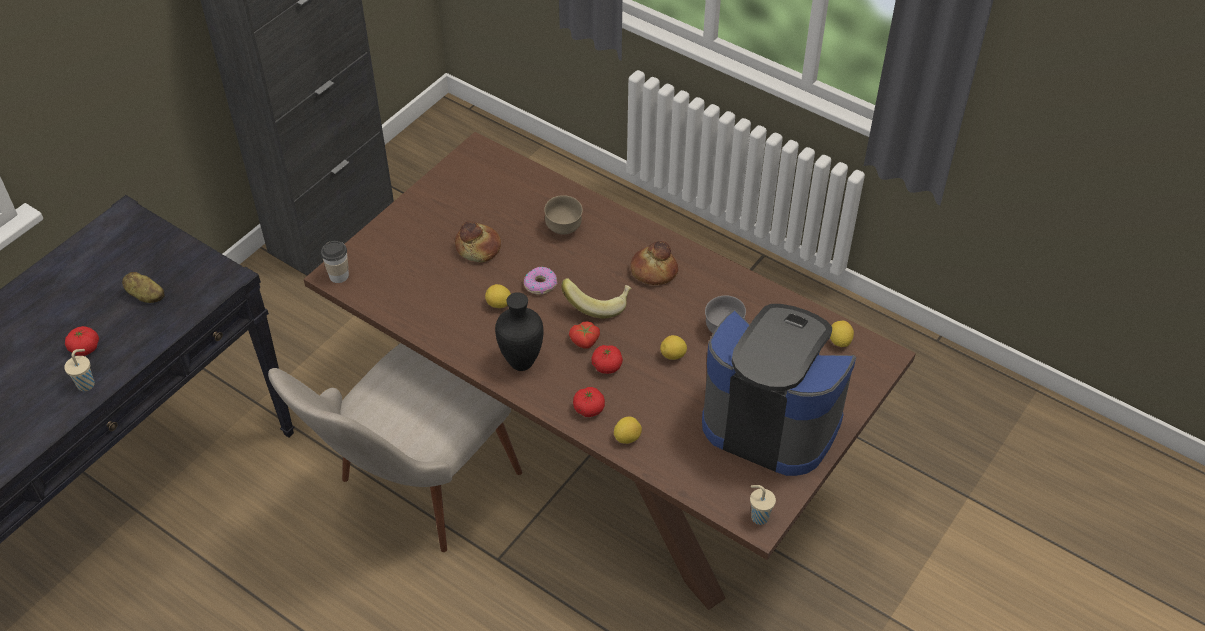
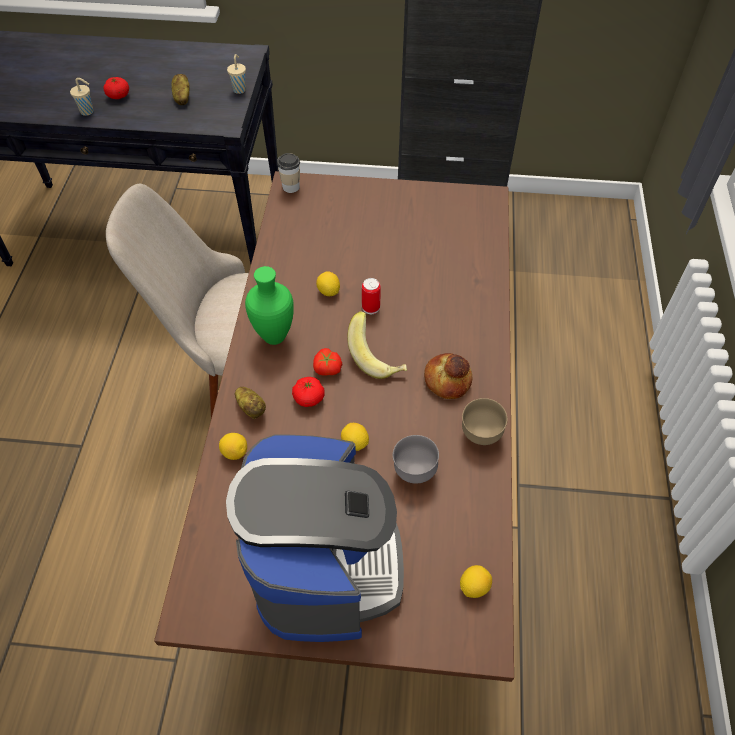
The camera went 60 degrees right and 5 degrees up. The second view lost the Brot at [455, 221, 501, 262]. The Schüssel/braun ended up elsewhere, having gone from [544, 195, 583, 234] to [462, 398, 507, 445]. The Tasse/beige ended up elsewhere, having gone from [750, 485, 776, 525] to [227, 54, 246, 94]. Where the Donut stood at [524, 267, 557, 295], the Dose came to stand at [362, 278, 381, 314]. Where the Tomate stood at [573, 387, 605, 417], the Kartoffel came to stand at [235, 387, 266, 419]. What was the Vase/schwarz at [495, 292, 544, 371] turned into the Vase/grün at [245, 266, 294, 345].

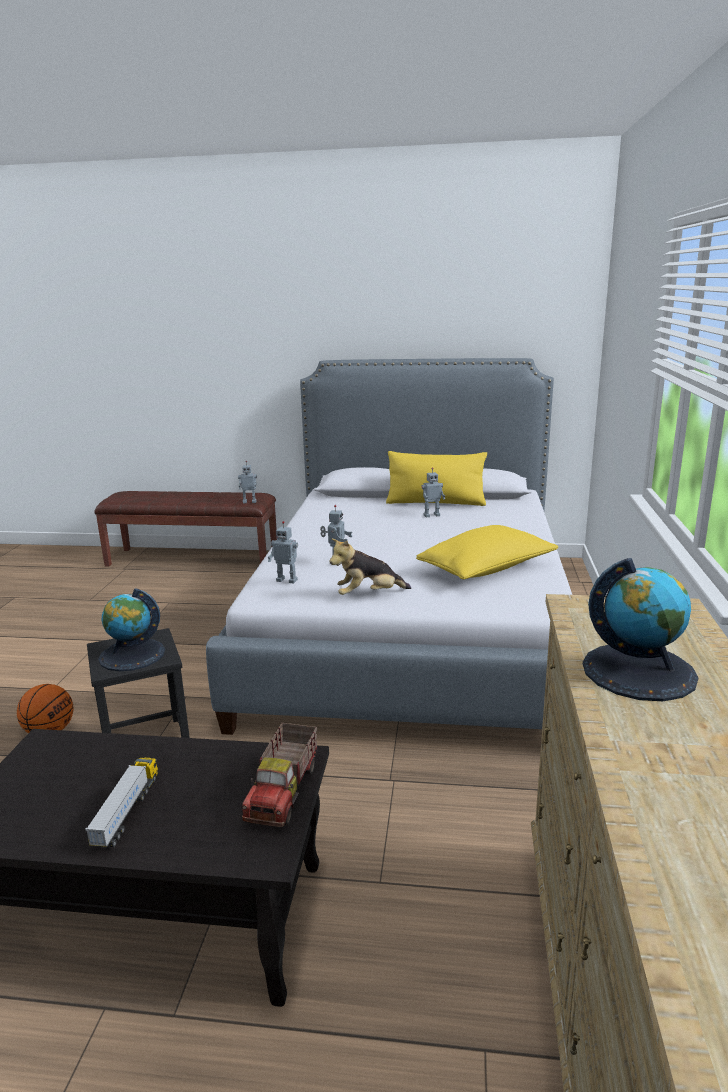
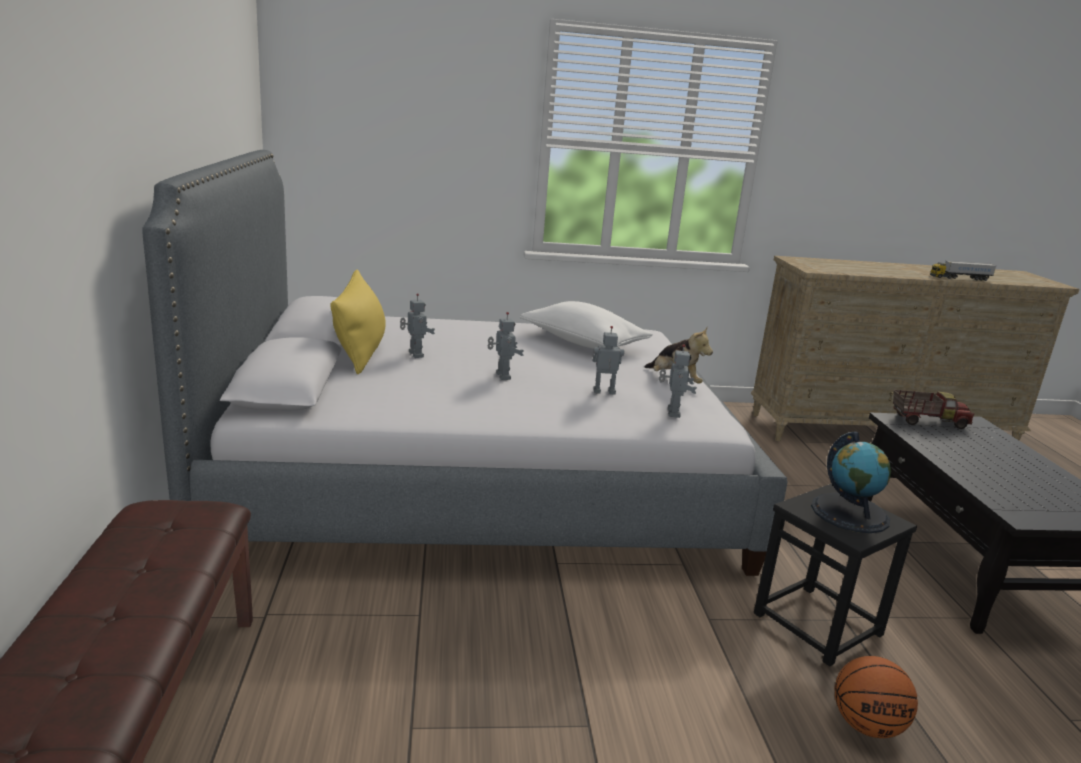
The camera went 105 degrees left and 0 degrees up. The second view lost the Globus at [583, 558, 699, 701]. The Spielzeuglaster ended up elsewhere, having gone from [85, 758, 158, 848] to [930, 261, 996, 281]. The Spielzeugroboter ended up elsewhere, having gone from [238, 461, 257, 503] to [488, 312, 524, 380]. What was the Kissen/gelb at [416, 525, 558, 579] turned into the Kissen/weiß at [520, 301, 653, 349].

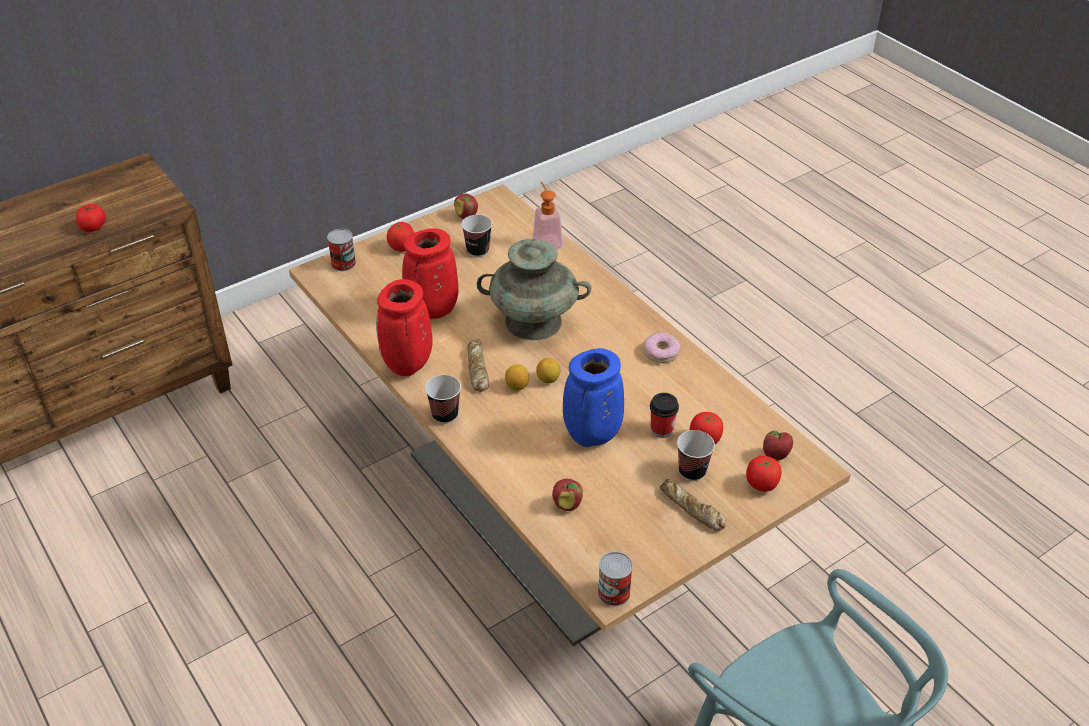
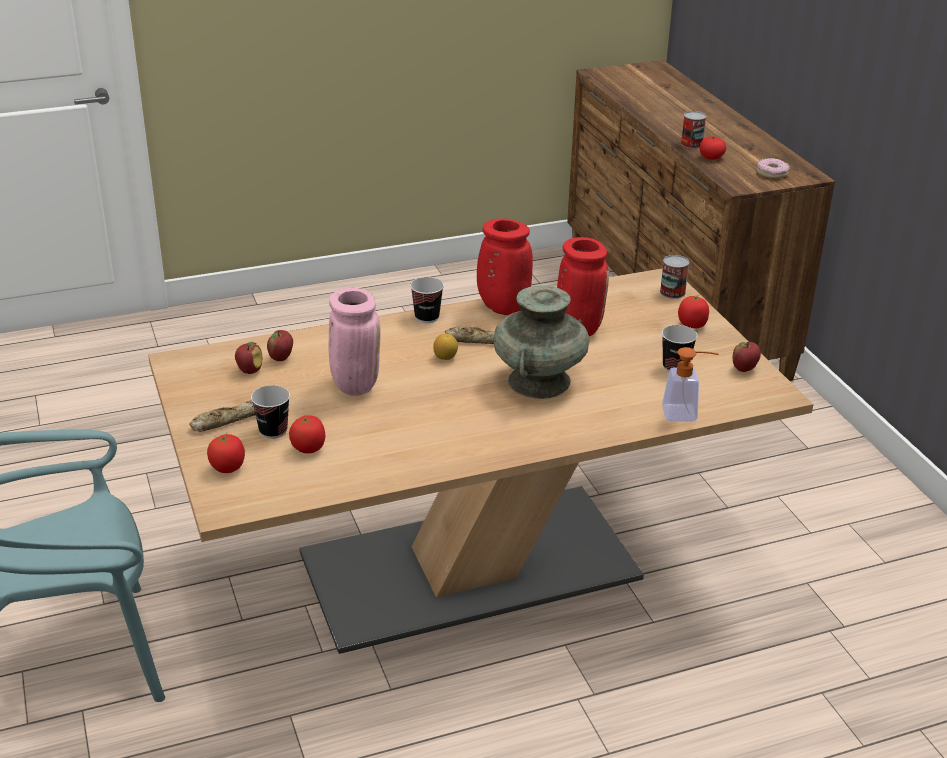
The camera went 105 degrees right and 10 degrees down. The second view lost the Zitrone at [536, 358, 561, 384]. The second view lost the Tasse at [650, 393, 679, 438]. The Dose ended up elsewhere, having gone from [598, 552, 633, 606] to [681, 111, 706, 149]. The Donut ended up elsewhere, having gone from [644, 332, 680, 363] to [757, 158, 790, 179]. The Apfel ended up elsewhere, having gone from [763, 431, 793, 460] to [235, 341, 262, 374]. What was the Vase/blau at [563, 348, 624, 447] turned into the Vase/rosa at [329, 288, 381, 396].

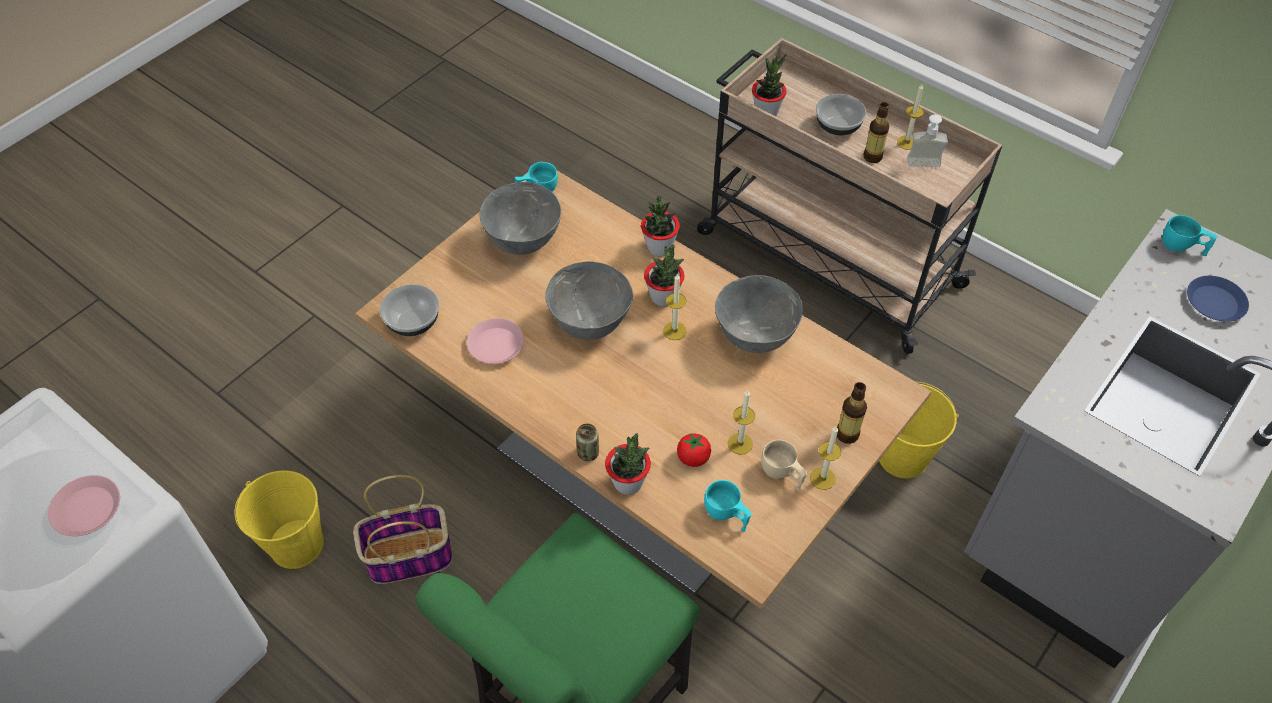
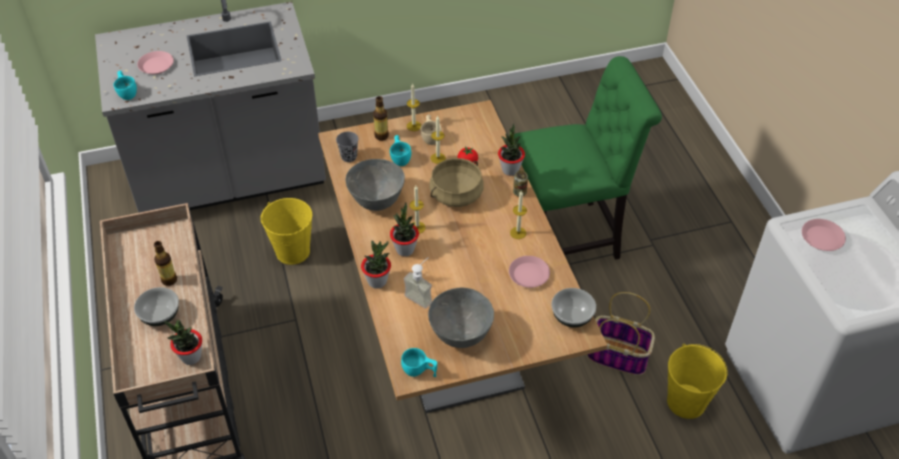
The camera went 145 degrees left and 5 degrees down. The second view lost the Schüssel/grau at [545, 261, 633, 340]. The second view gained the Tasse/grau at [336, 132, 359, 162]. The second view gained the Kochtopf/beige at [429, 158, 484, 207]. The Tasse/türkis ended up elsewhere, having gone from [704, 480, 751, 532] to [390, 135, 411, 166]. The Kerze ended up elsewhere, having gone from [897, 84, 924, 150] to [510, 190, 527, 239]. The Seifenspender ended up elsewhere, having gone from [907, 115, 948, 167] to [404, 257, 432, 309]. What was the Teller/blau at [1187, 276, 1249, 322] turned into the Teller/rosa at [137, 51, 174, 74].

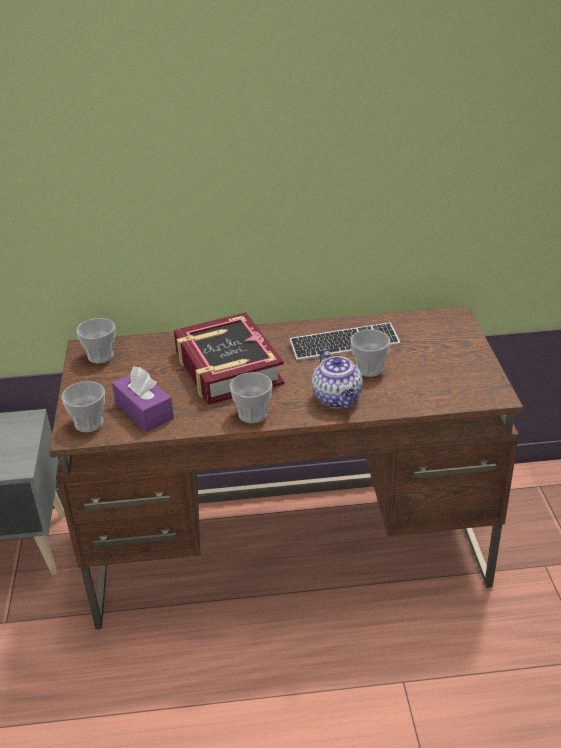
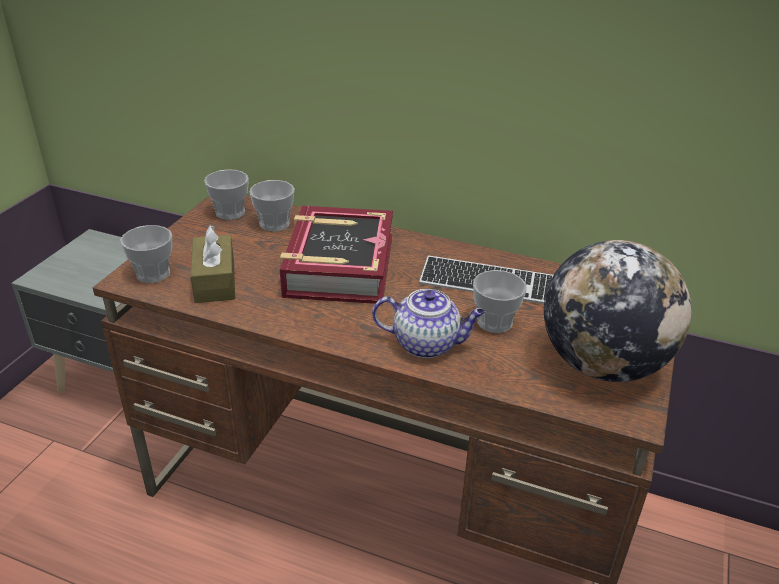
The camera went 25 degrees right and 0 degrees up. The second view gained the Globus at [544, 240, 691, 382]. The Tasse ended up elsewhere, having gone from [230, 372, 272, 423] to [250, 180, 295, 232]. What was the Taschentuchbox/lila at [112, 366, 174, 432] turned into the Taschentuchbox/braun at [190, 225, 235, 303]. The Teekanne at [312, 349, 363, 408] ended up facing another way, 90 degrees counterclockwise from before.

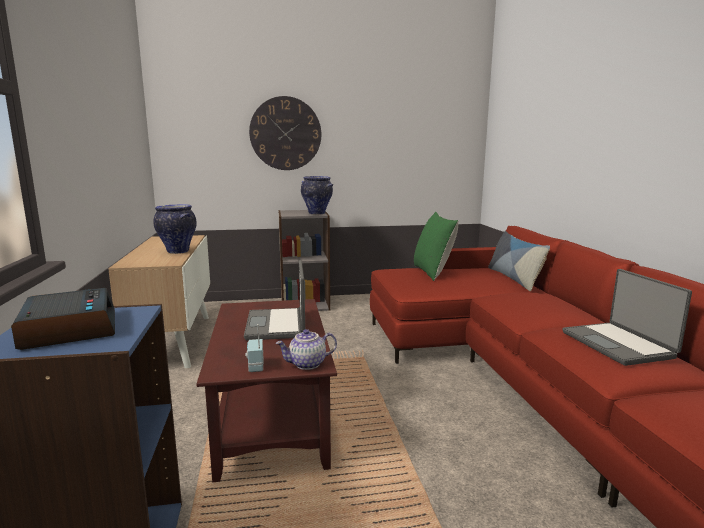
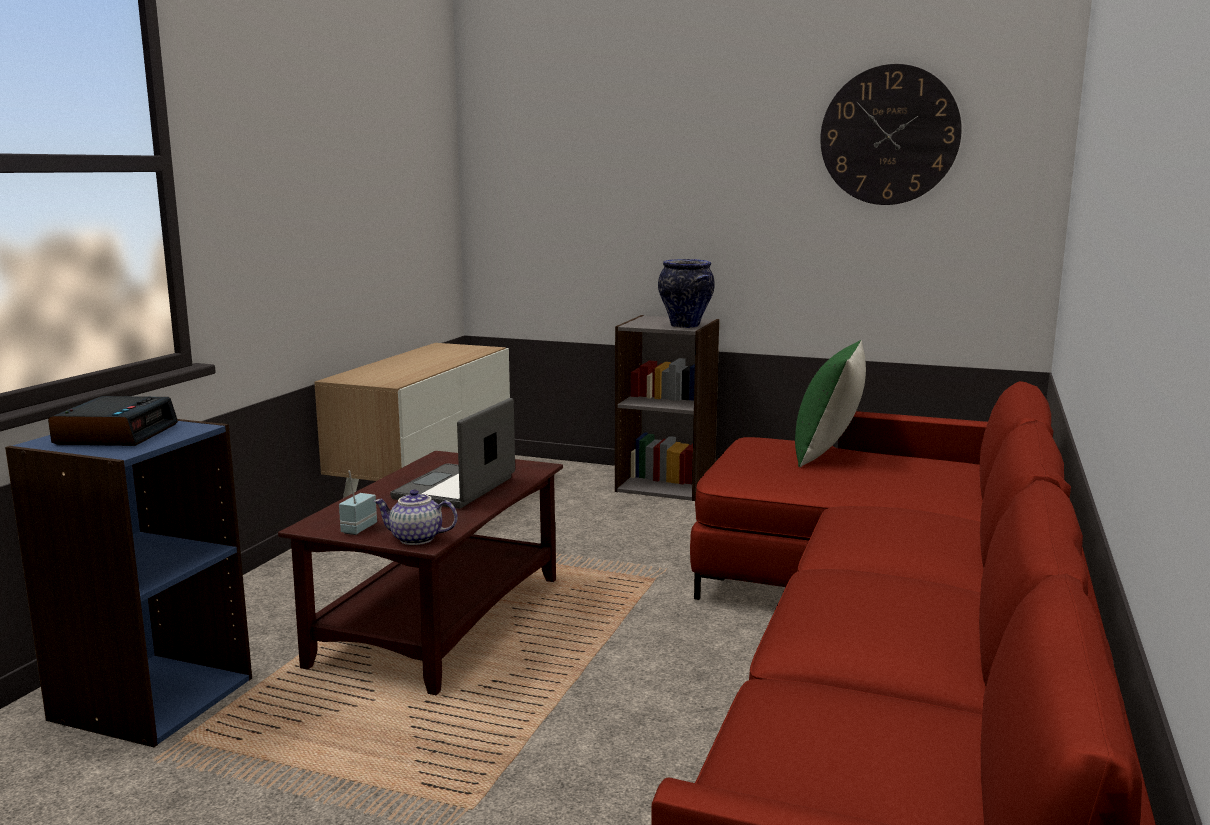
The camera went 30 degrees right and 0 degrees up. The second view lost the Vase at [153, 204, 197, 254]. The second view lost the Kissen at [488, 231, 550, 291]. The second view lost the Laptop at [562, 269, 692, 366]. The Wanduhr ended up elsewhere, having gone from [249, 96, 321, 170] to [820, 64, 962, 205].

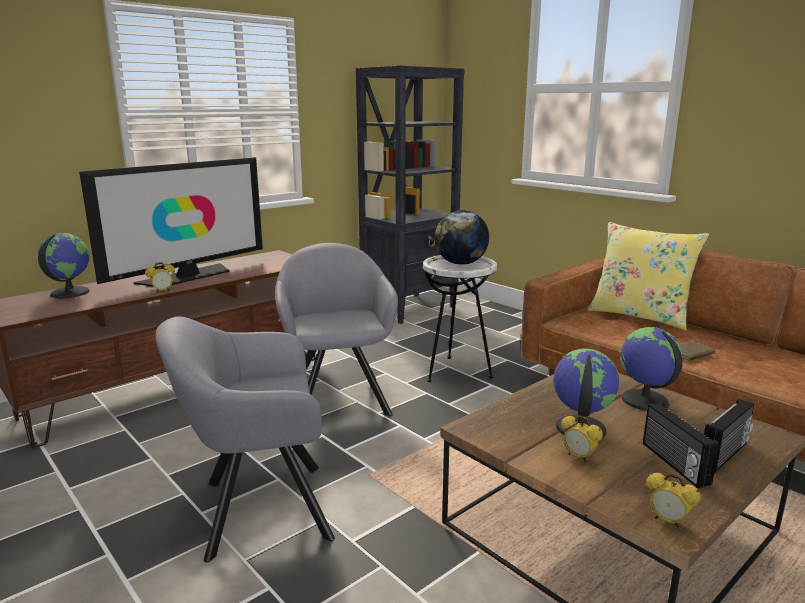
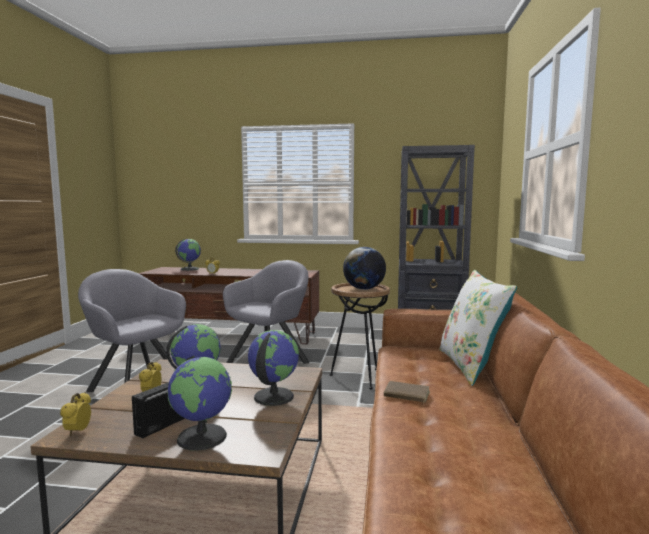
The camera went 50 degrees right and 10 degrees down. The second view lost the Fernseher at [79, 157, 263, 286]. Where the Radio stood at [704, 399, 755, 473], the Globus came to stand at [167, 356, 232, 451]. What was the Beistelltisch/weiß at [423, 255, 497, 382] turned into the Beistelltisch/braun at [330, 283, 390, 390]. What was the Kissen/gelb at [588, 222, 710, 330] turned into the Kissen/weiß at [439, 270, 517, 386].

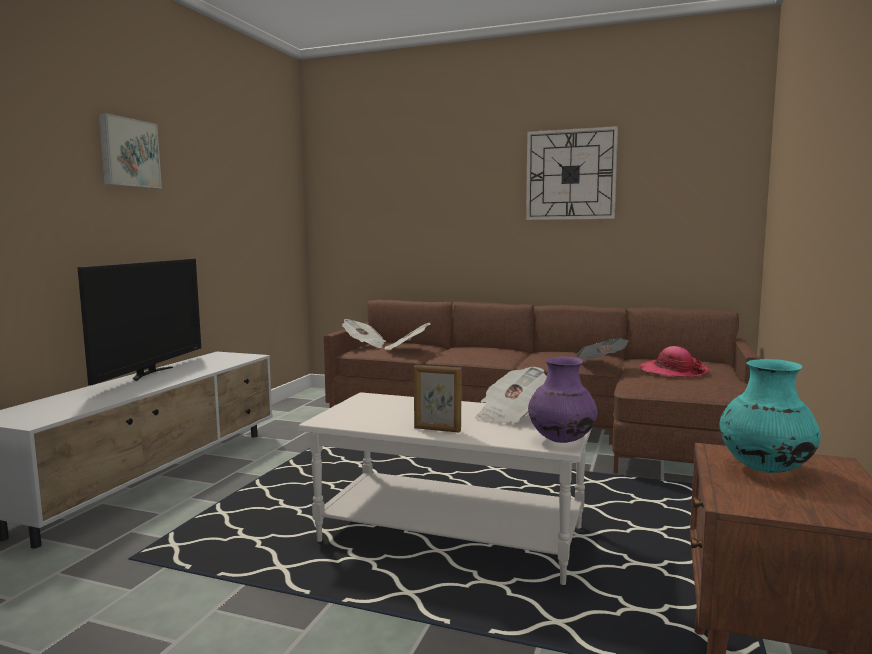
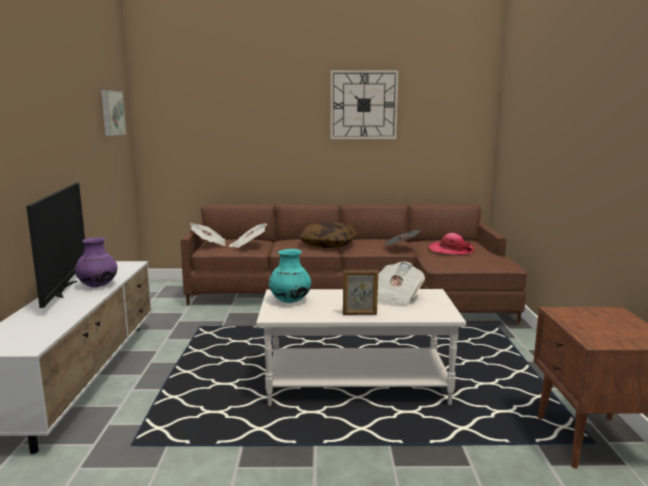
The camera went 20 degrees left and 5 degrees up. The second view gained the Kissen at [300, 222, 357, 248]. The Bild ended up elsewhere, having gone from [99, 113, 162, 189] to [101, 90, 126, 136]. The Vase/lila ended up elsewhere, having gone from [528, 357, 597, 443] to [75, 237, 117, 287]. The Vase/türkis ended up elsewhere, having gone from [719, 359, 821, 473] to [269, 249, 311, 303].

